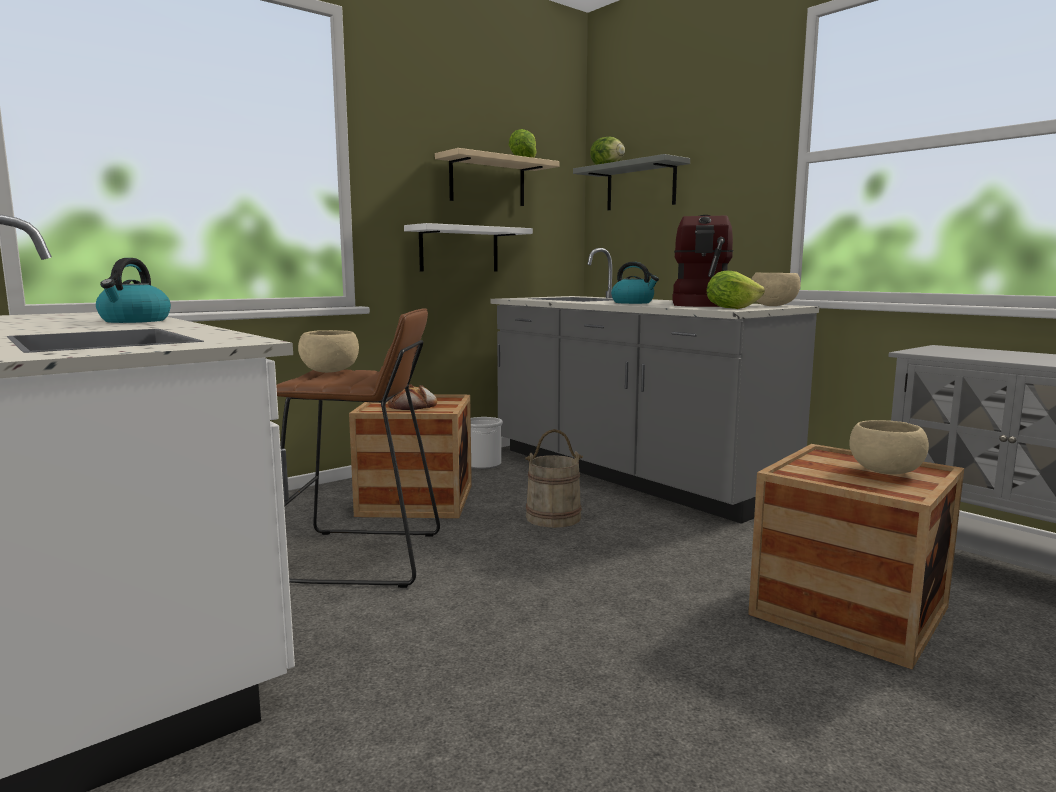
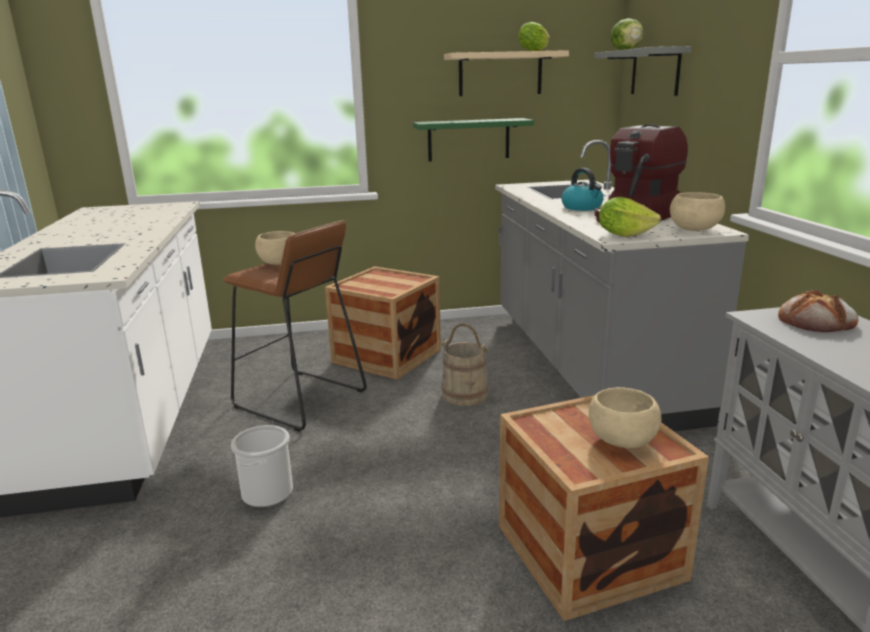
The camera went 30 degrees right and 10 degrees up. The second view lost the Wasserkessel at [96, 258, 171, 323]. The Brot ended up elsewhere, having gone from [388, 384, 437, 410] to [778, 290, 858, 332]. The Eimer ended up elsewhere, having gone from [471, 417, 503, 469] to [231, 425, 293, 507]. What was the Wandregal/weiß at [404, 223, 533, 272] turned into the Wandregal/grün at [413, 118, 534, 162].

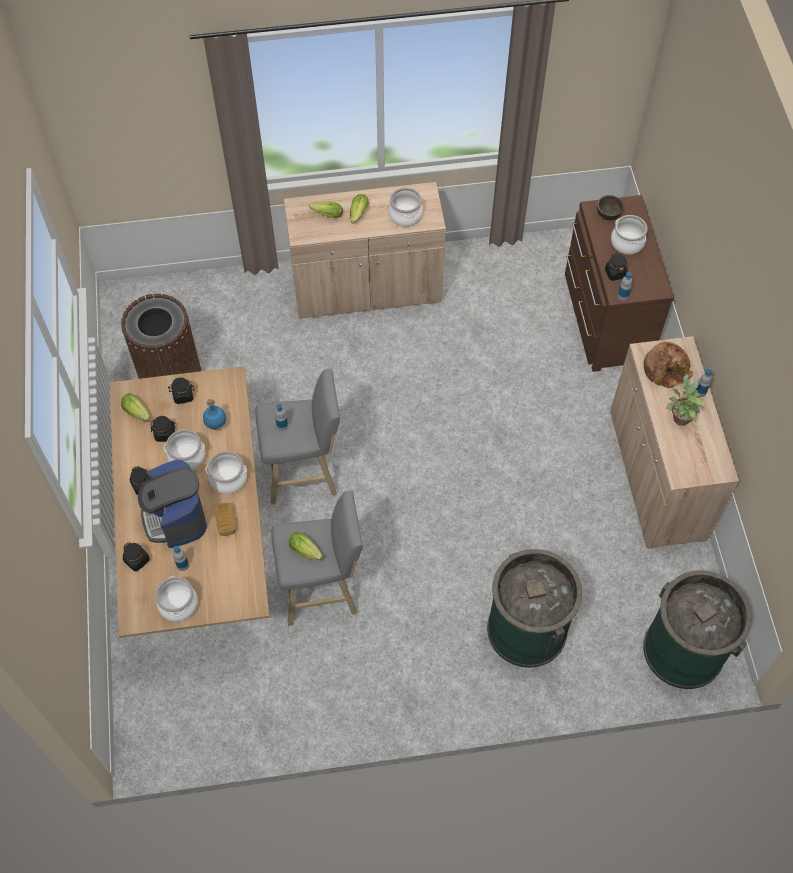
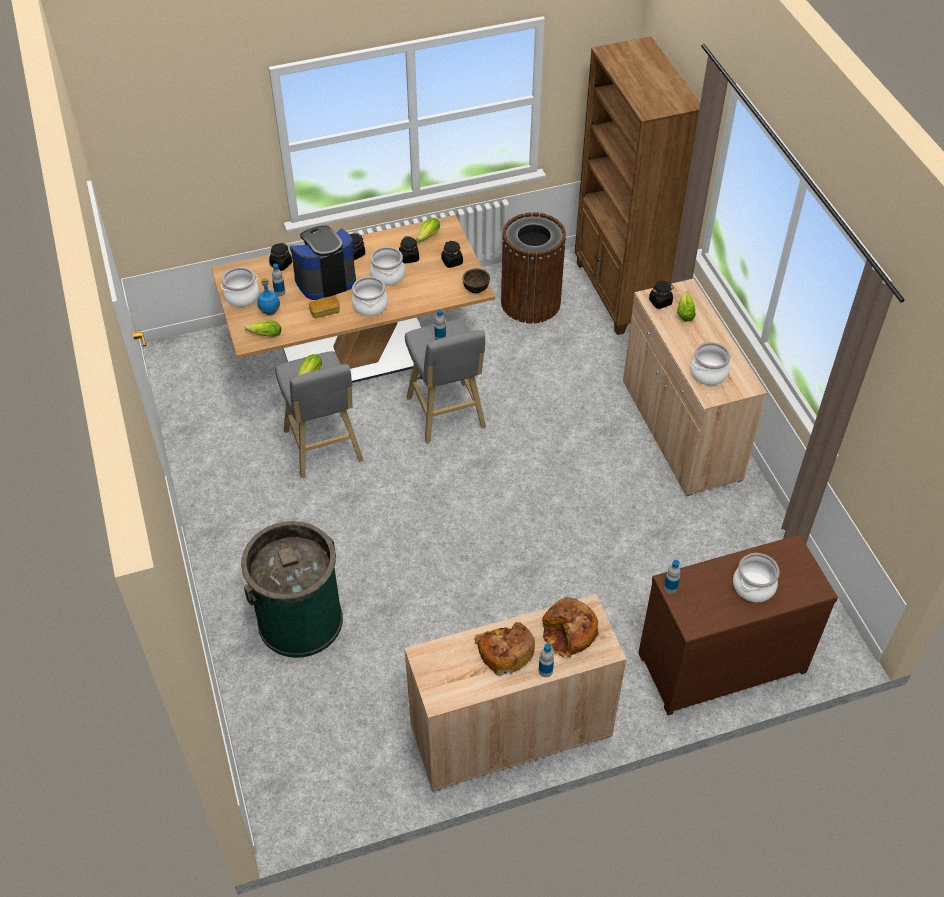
The camera went 80 degrees right and 10 degrees down. The second view lost the Mülleimer/grün at [643, 570, 752, 689]. The second view gained the Bücherregal/braun at [575, 36, 700, 335]. The Flasche/blau ended up elsewhere, having gone from [203, 399, 226, 430] to [257, 278, 280, 315]. The Salatkopf ended up elsewhere, having gone from [350, 194, 369, 224] to [245, 320, 281, 337]. The Schüssel/braun ended up elsewhere, having gone from [597, 195, 624, 220] to [462, 268, 490, 293]. The Vorratsglas/schwarz ended up elsewhere, having gone from [605, 253, 627, 281] to [649, 281, 674, 309]. Where the Topfpflanze stood at [666, 374, 703, 426], the Brot came to stand at [474, 622, 535, 676].

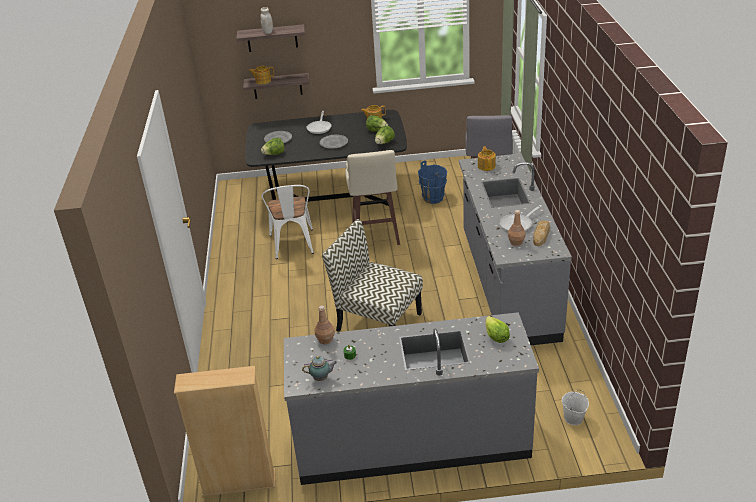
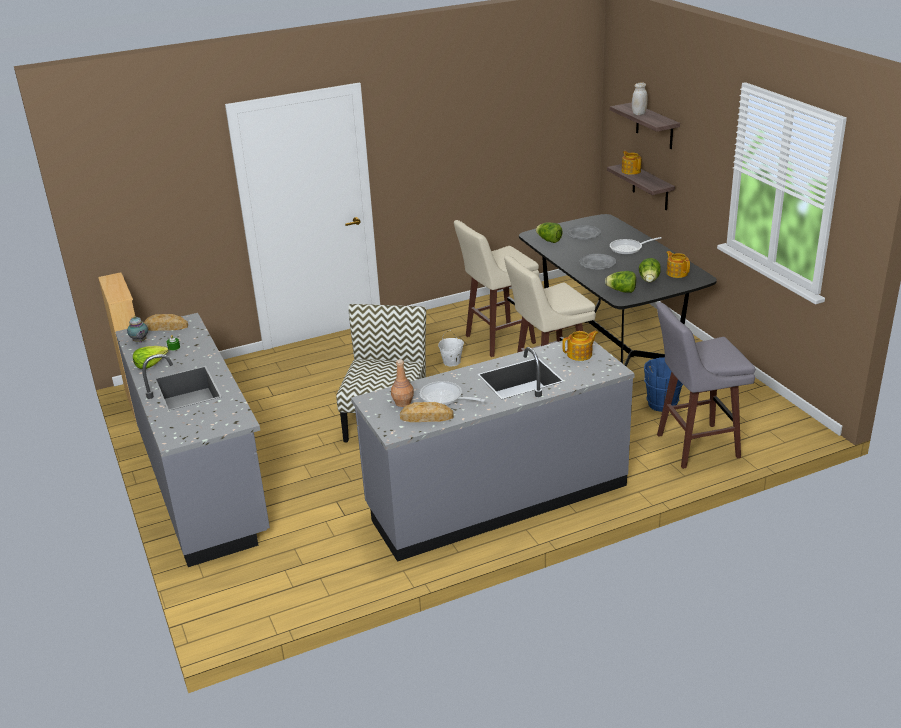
The camera went 70 degrees right and 5 degrees down. The second view lost the Flasche/braun at [315, 305, 335, 344]. The second view gained the Brot at [144, 314, 188, 331]. The Salatkopf ended up elsewhere, having gone from [485, 316, 510, 343] to [133, 346, 168, 369]. The Eimer/weiß ended up elsewhere, having gone from [562, 390, 589, 425] to [438, 331, 464, 366]. Where the Stuhl/weiß stood at [262, 185, 314, 259], the Hocker/beige came to stand at [454, 220, 539, 357].

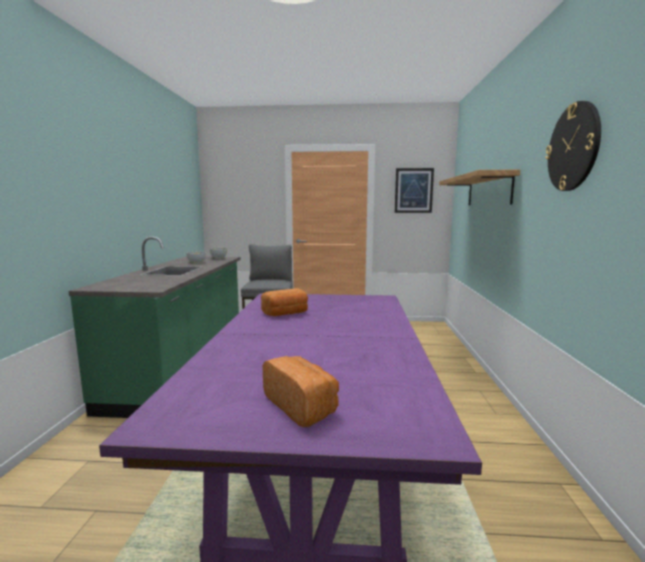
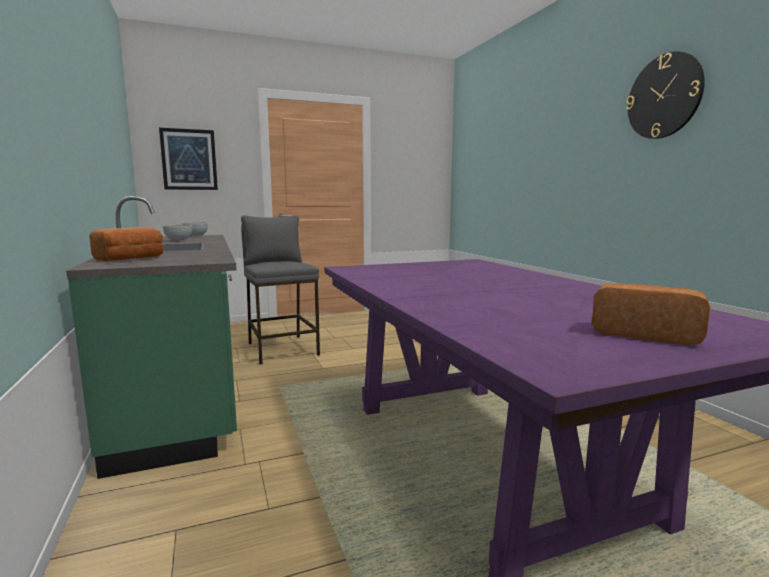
The camera went 25 degrees left and 0 degrees up. The second view lost the Wandregal at [439, 170, 520, 205]. The Brot ended up elsewhere, having gone from [261, 288, 308, 317] to [89, 227, 163, 261]. The Bild ended up elsewhere, having gone from [395, 168, 434, 213] to [159, 128, 218, 190].

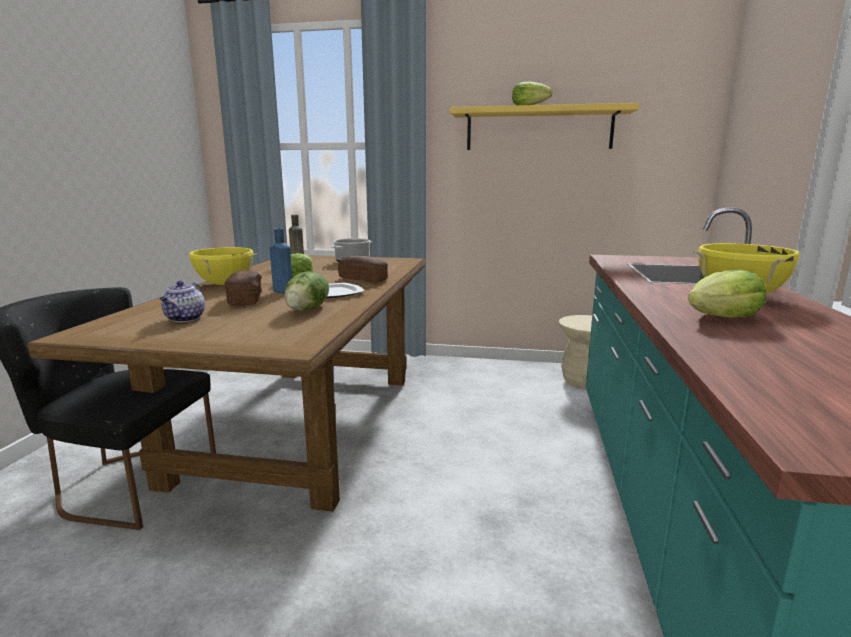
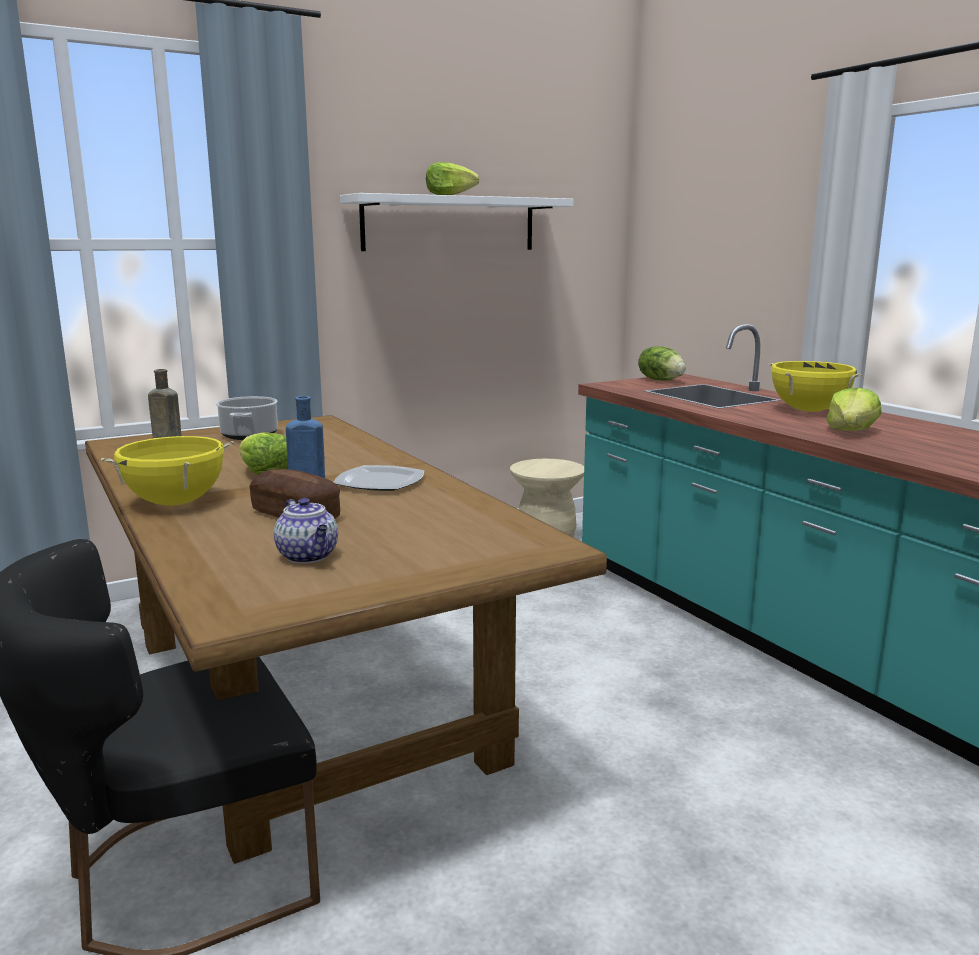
The camera went 40 degrees left and 0 degrees up. The second view lost the Brot at [338, 256, 388, 282]. The Salatkopf ended up elsewhere, having gone from [285, 271, 329, 311] to [638, 346, 686, 381]. What was the Wandregal/gelb at [450, 103, 640, 150] turned into the Wandregal/weiß at [340, 193, 573, 251].

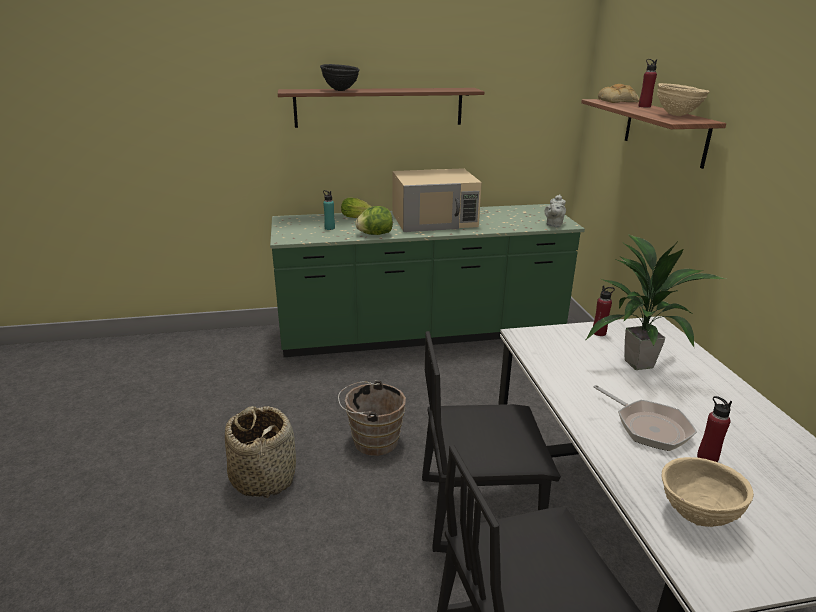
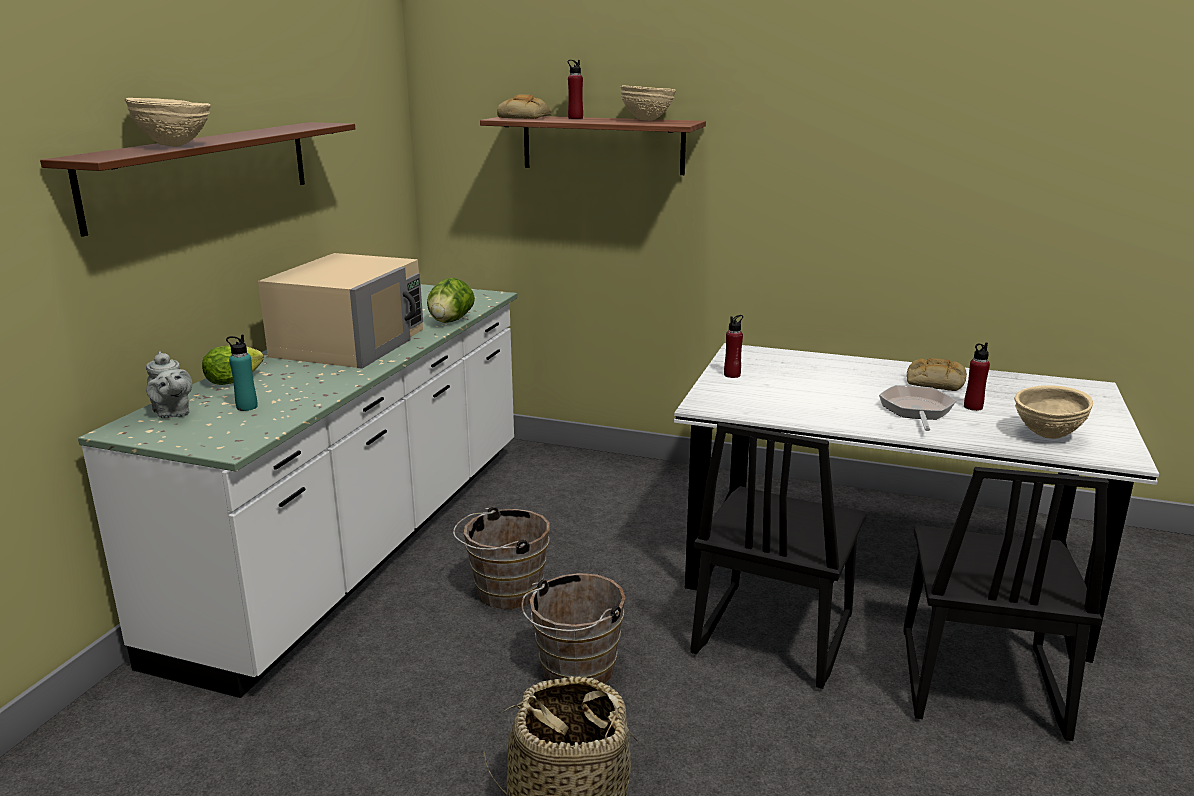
The camera went 60 degrees left and 5 degrees down. The second view lost the Topfpflanze at [586, 234, 726, 370]. The second view gained the Eimer/braun at [453, 507, 550, 609]. The second view gained the Brot at [907, 358, 967, 391]. The Salatkopf ended up elsewhere, having gone from [355, 206, 393, 235] to [427, 278, 475, 323]. The Teekanne/grau ended up elsewhere, having gone from [545, 195, 566, 228] to [146, 352, 192, 418]. What was the Küchenzeile/grün at [270, 204, 585, 357] turned into the Küchenzeile/weiß at [78, 284, 518, 698]. What was the Schüssel/schwarz at [320, 64, 360, 91] turned into the Schüssel/beige at [125, 98, 211, 147]. The Pfanne at [594, 385, 697, 451] ended up facing another way, 75 degrees counterclockwise from before.

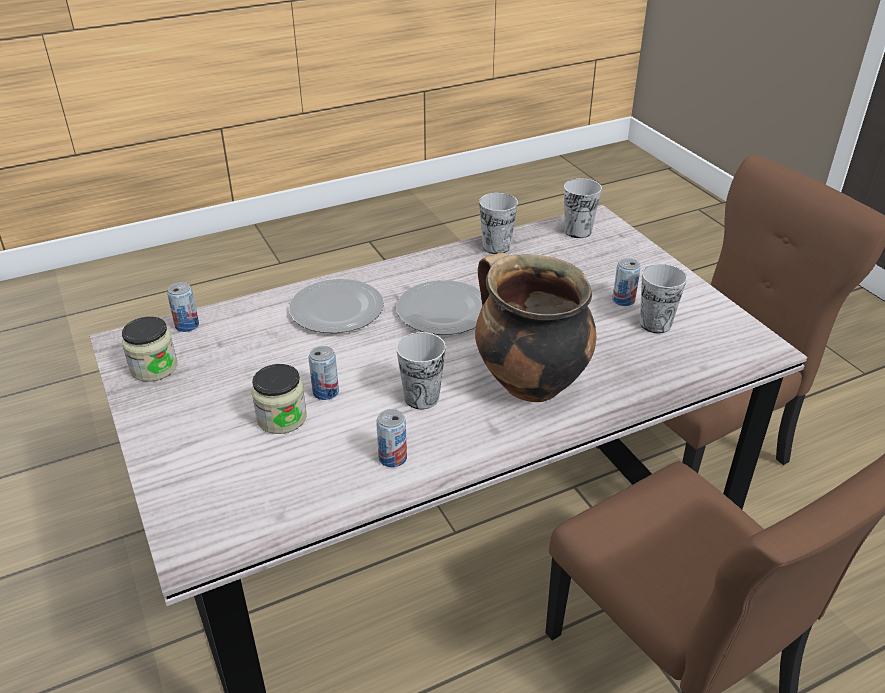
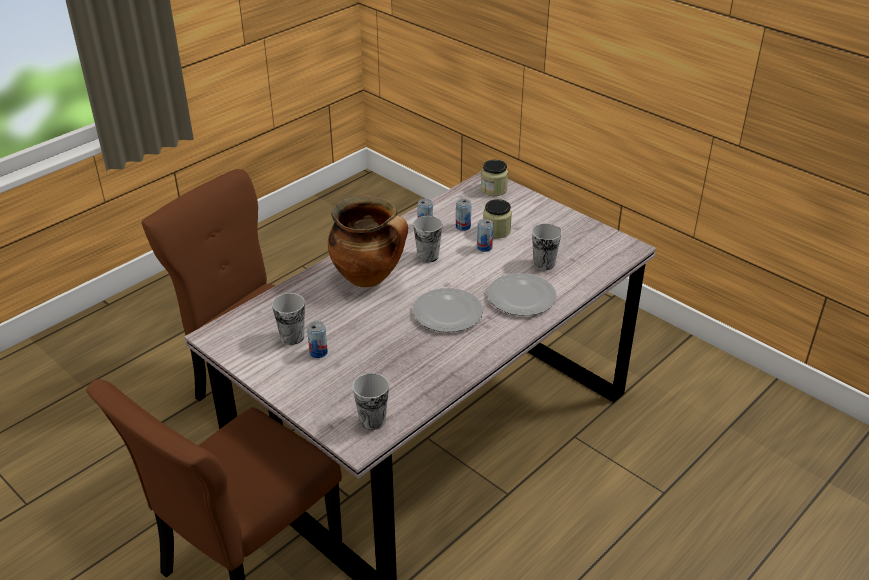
The camera went 160 degrees right and 0 degrees up. The Vorratsglas ended up elsewhere, having gone from [122, 317, 177, 382] to [481, 160, 508, 196]. The Dose ended up elsewhere, having gone from [167, 282, 199, 332] to [456, 199, 471, 231]. The Tasse ended up elsewhere, having gone from [479, 193, 518, 254] to [532, 223, 562, 271].

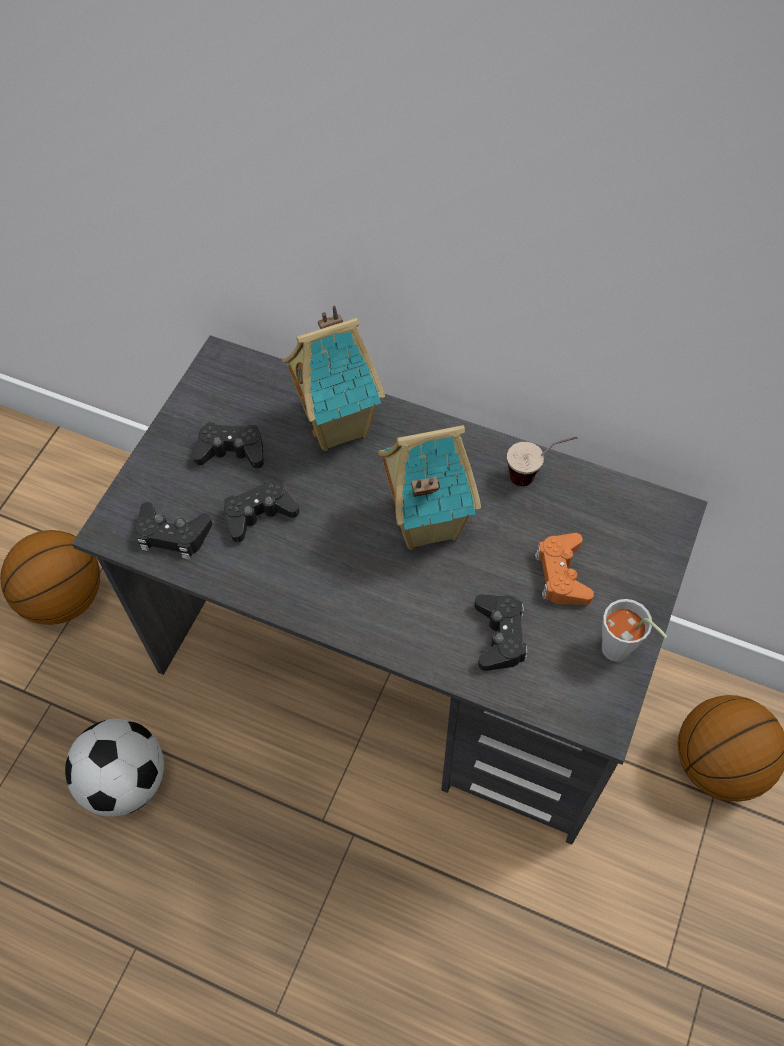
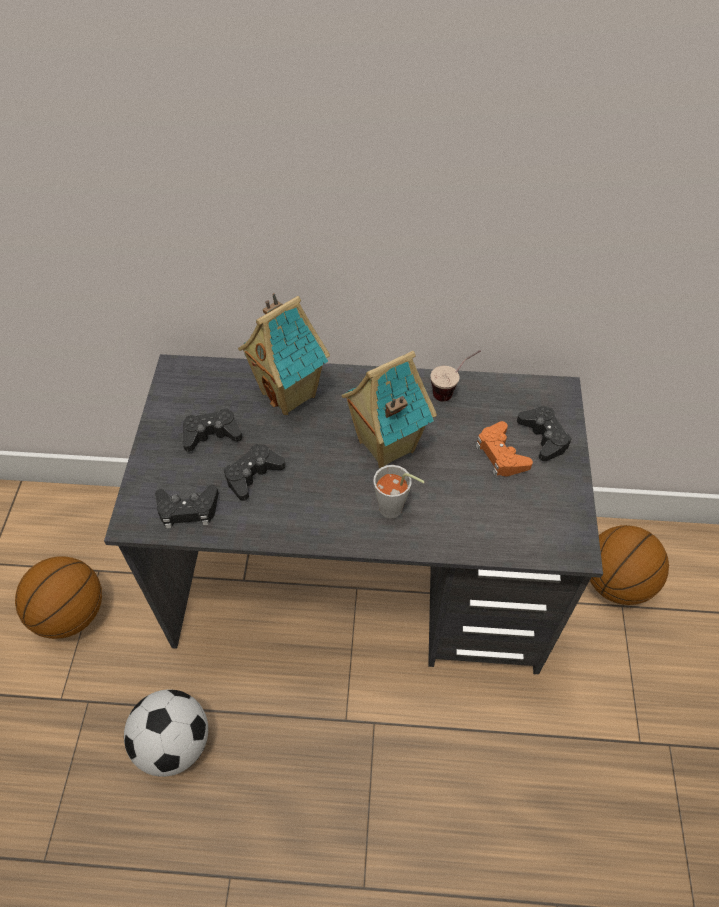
The camera went 20 degrees left and 5 degrees down. The Gamepad/schwarz ended up elsewhere, having gone from [474, 594, 528, 671] to [517, 406, 572, 461]. The Tasse/grau ended up elsewhere, having gone from [601, 599, 667, 662] to [373, 465, 425, 518].

